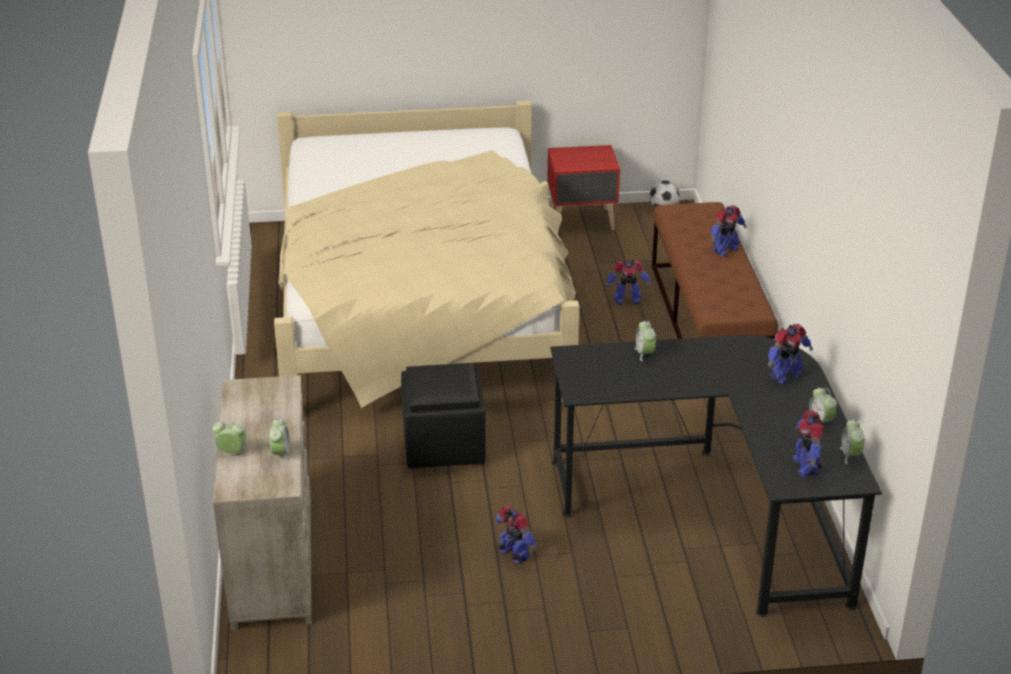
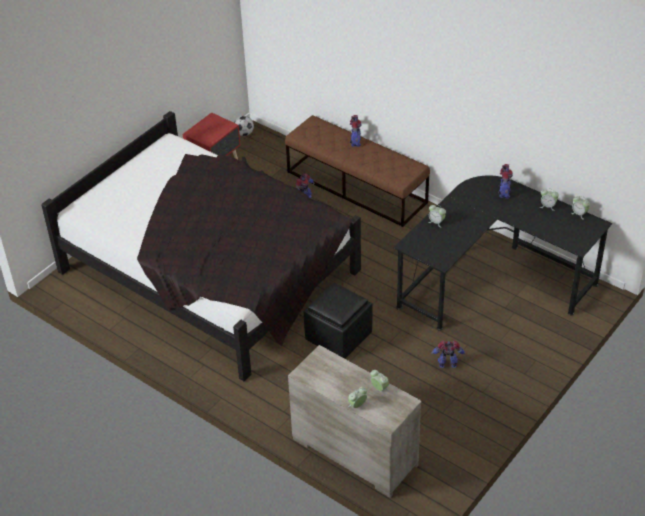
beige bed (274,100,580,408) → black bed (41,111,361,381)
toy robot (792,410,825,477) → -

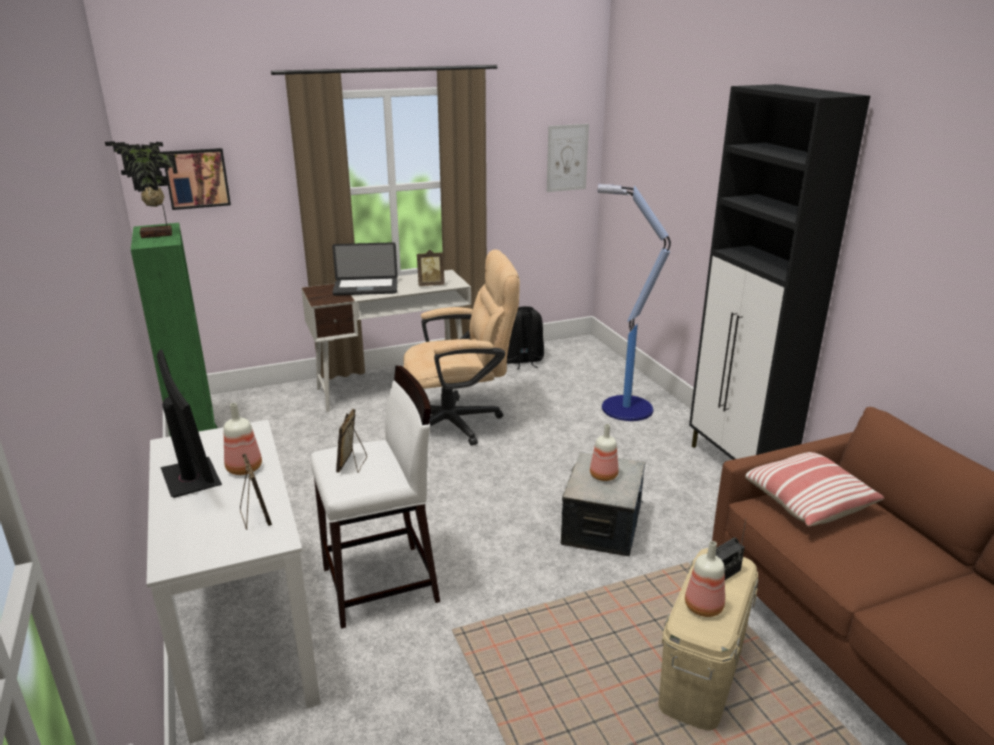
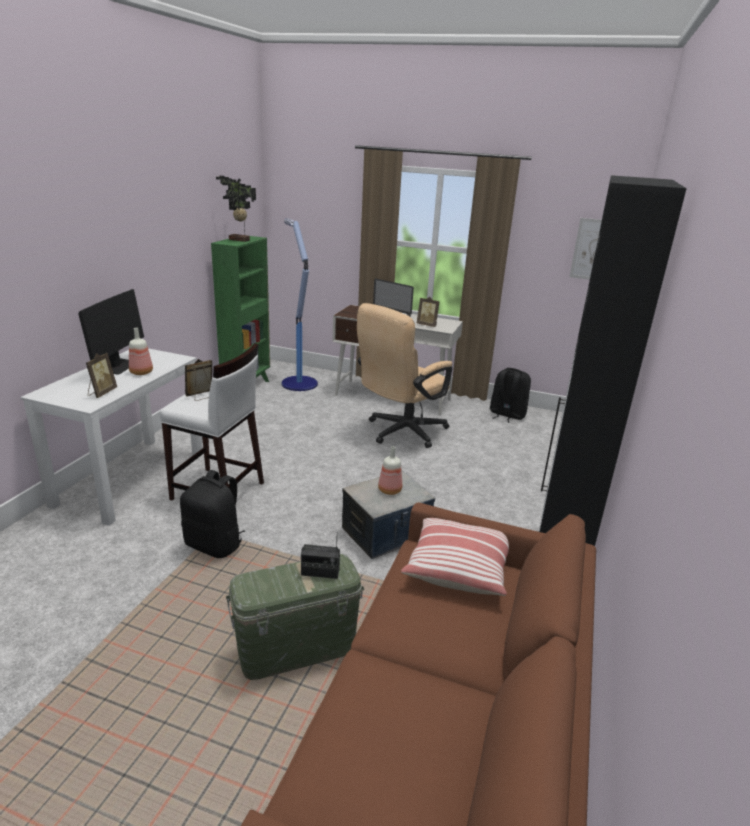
- → black backpack (180,470,245,558)
beige storage box (658,548,758,731) → green storage box (226,554,364,680)
floor lamp (598,184,671,421) → floor lamp (282,218,318,391), moved
beige office chair (403,249,520,446) → beige office chair (357,303,452,448), 105 degrees clockwise
picture (164,148,231,210) → -
bottle (685,541,725,617) → -

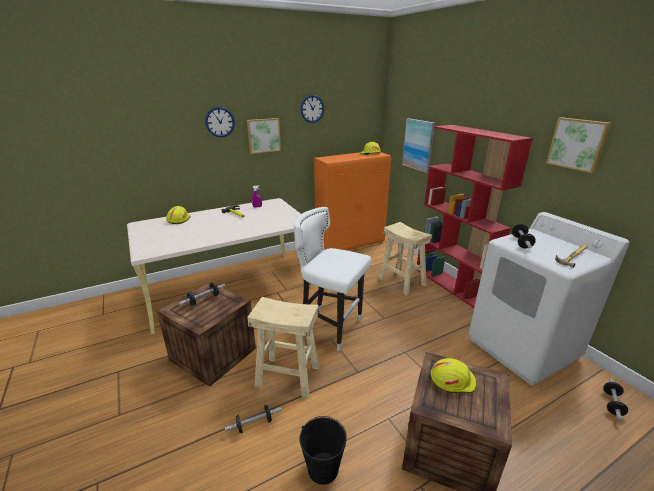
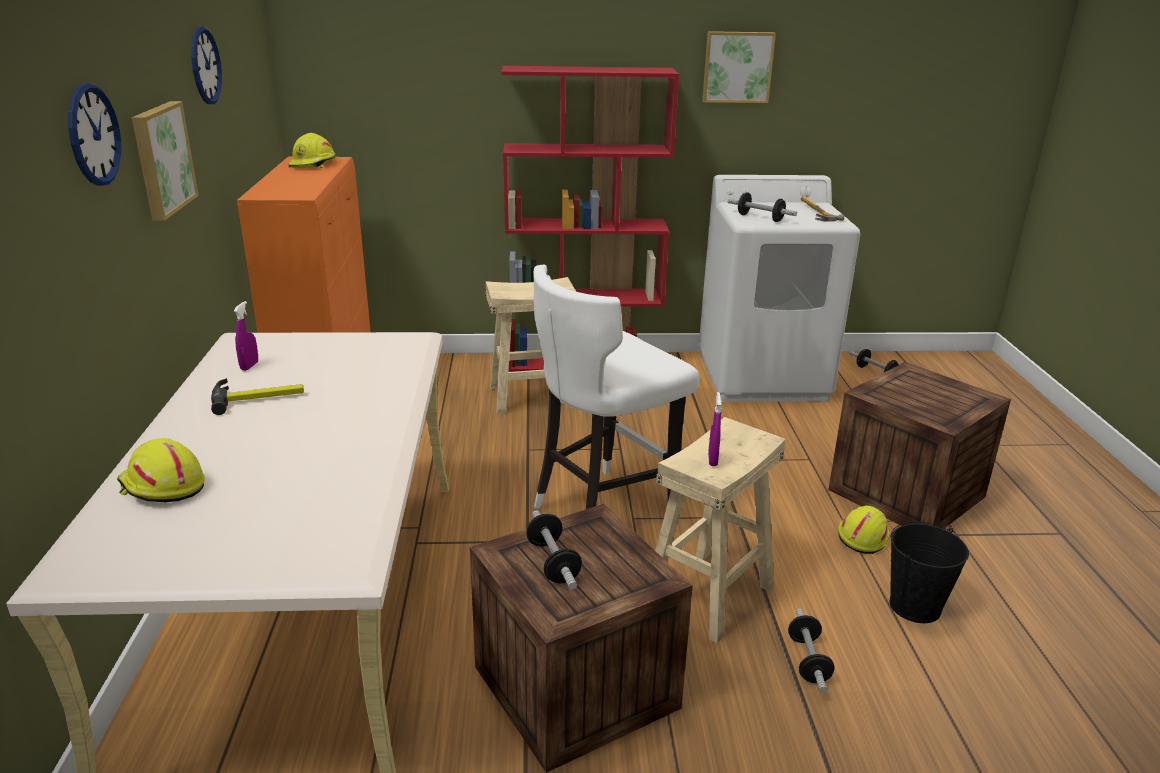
- → purple spray bottle (708,392,721,466)
yellow hard hat (431,358,477,394) → yellow hard hat (838,505,890,554), moved
picture (402,118,435,173) → -

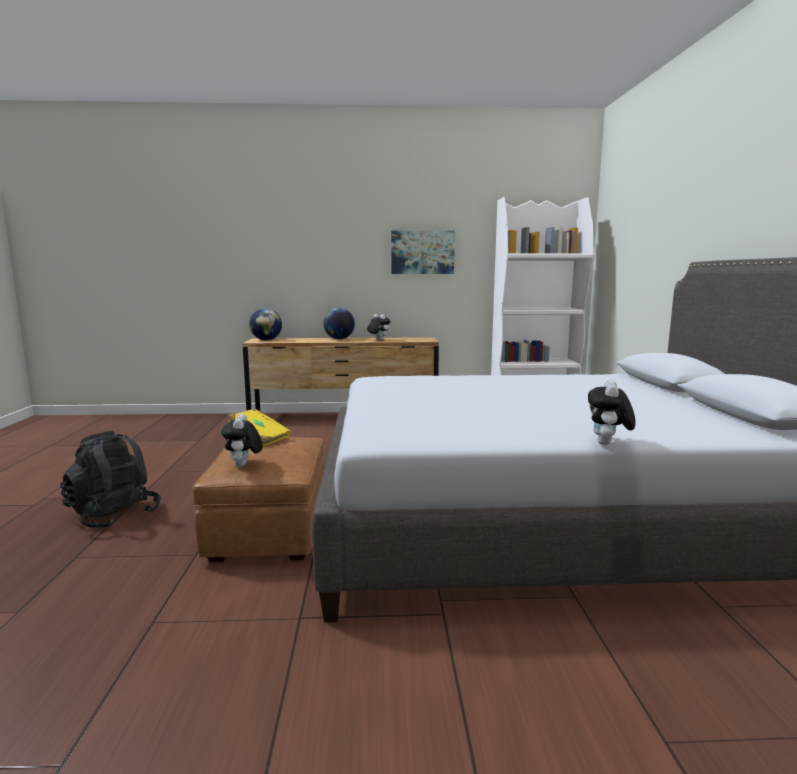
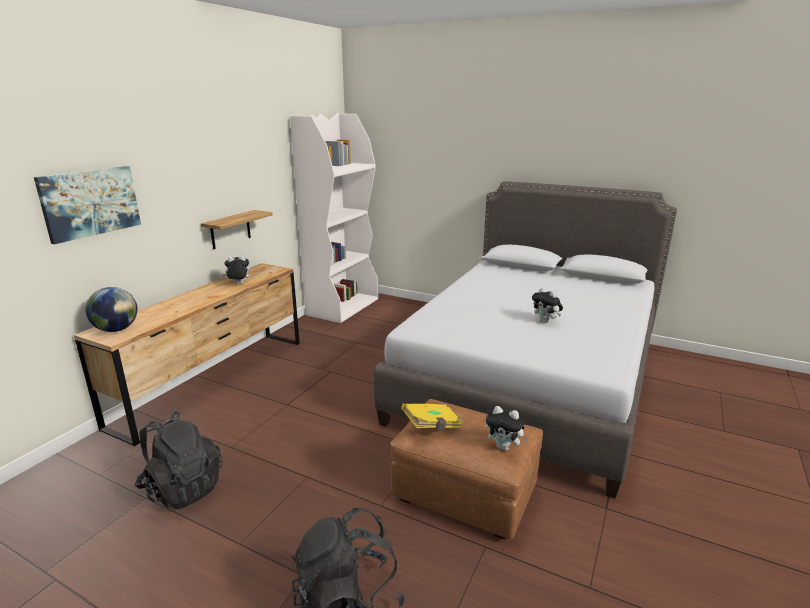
picture (391,230,455,274) → picture (34,166,141,244), moved
- → black backpack (135,411,222,509)
- → shelf (201,210,273,249)
plush toy (588,380,636,445) → plush toy (532,287,563,323), moved
globe (323,308,355,339) → -

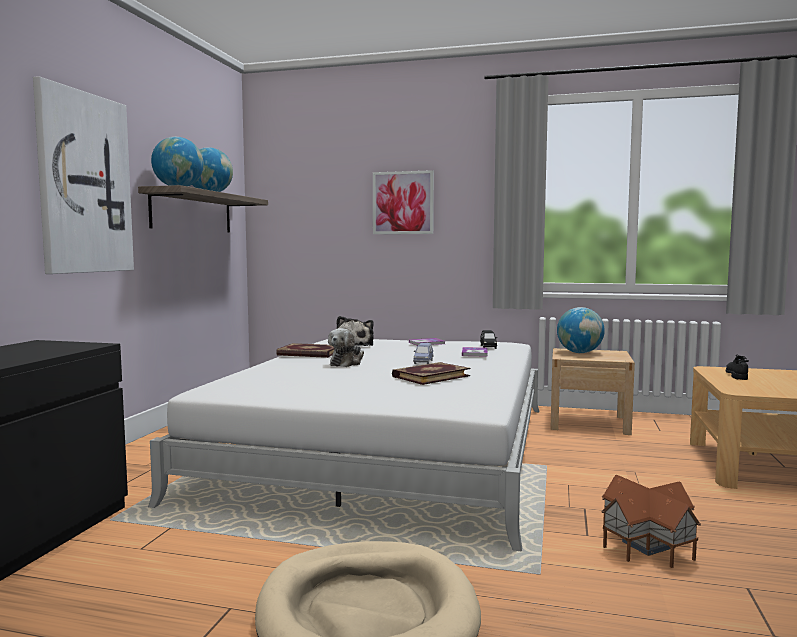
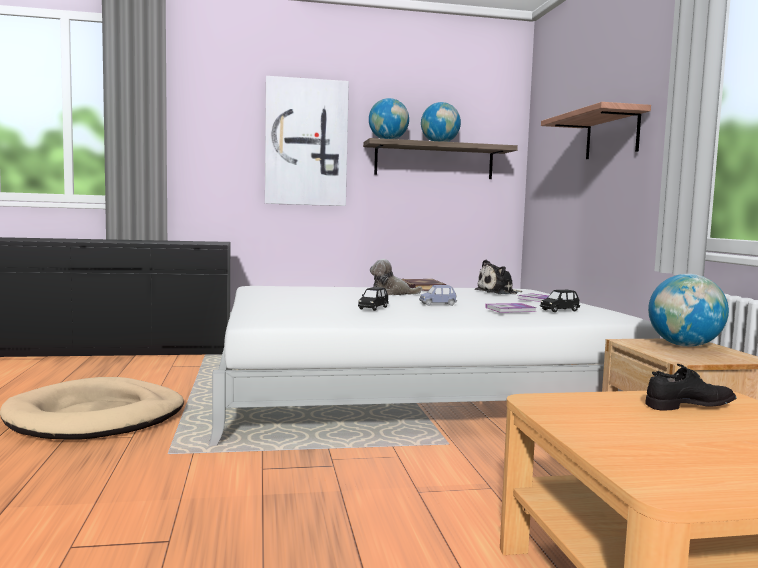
book (392,362,470,385) → black toy car (358,287,389,311)
picture (373,170,434,234) → shelf (541,102,651,159)
toy house (601,475,701,568) → -

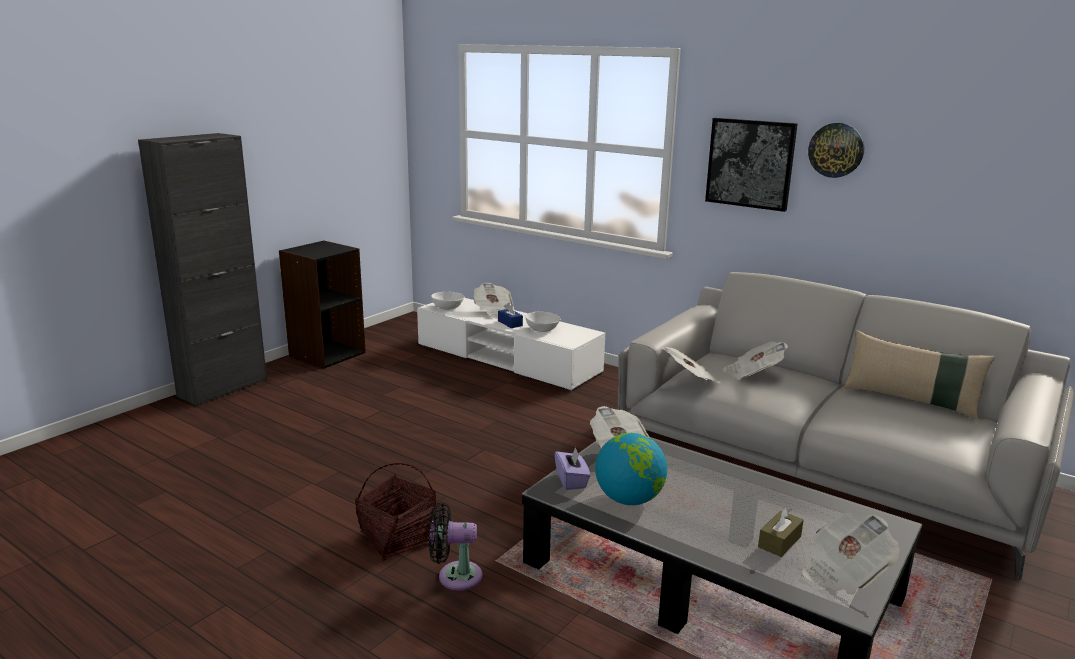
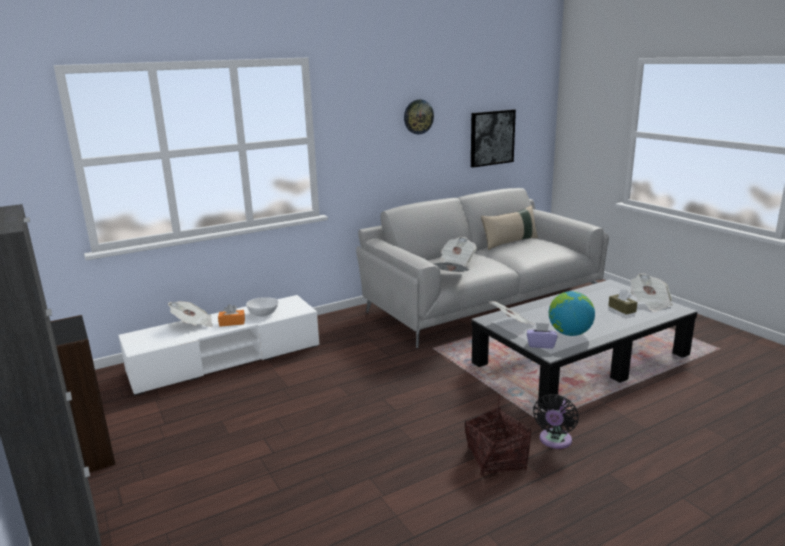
blue tissue box (498,303,523,328) → orange tissue box (218,304,245,327)
picture (705,118,798,212) → picture (471,109,516,168), moved
white bowl (431,292,464,310) → -

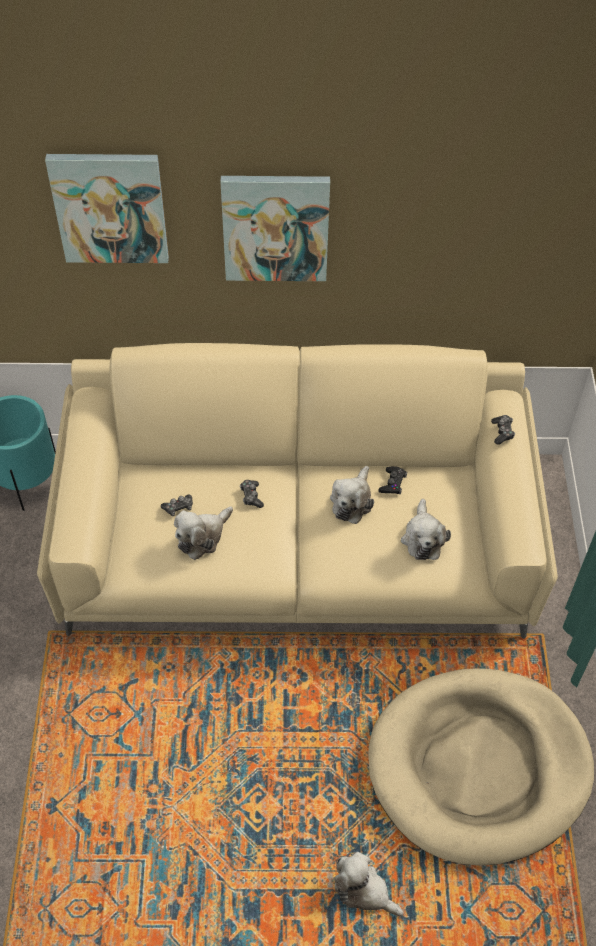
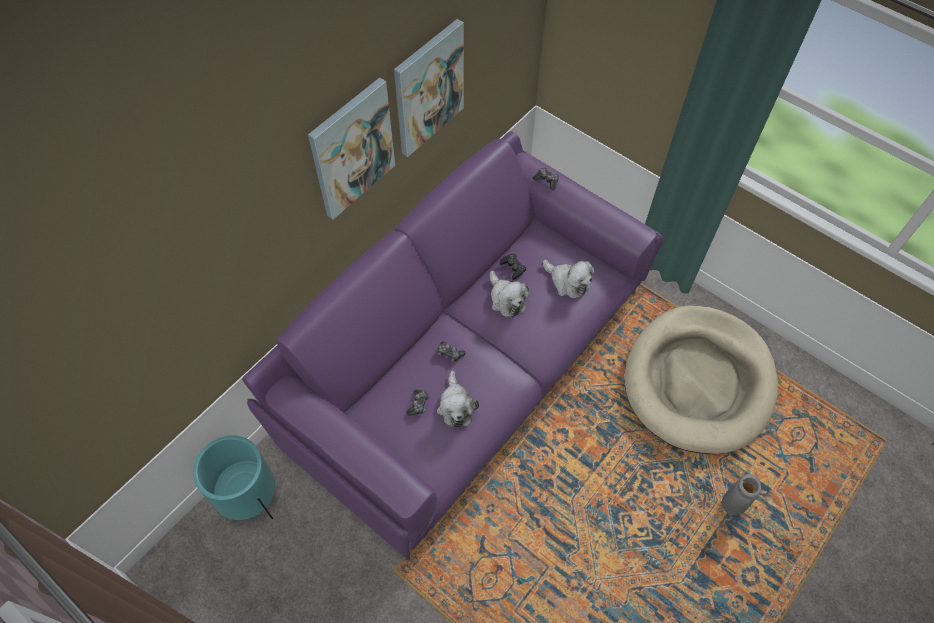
beige sofa (37,343,558,639) → purple sofa (242,131,664,560)
picture (45,154,169,263) → picture (394,19,464,157), moved
plush toy (334,852,403,916) → grey vase (722,474,761,516)

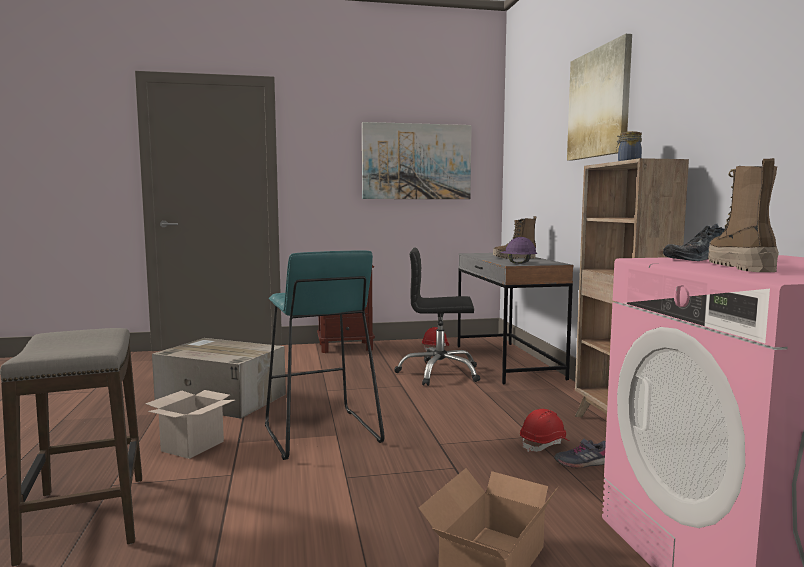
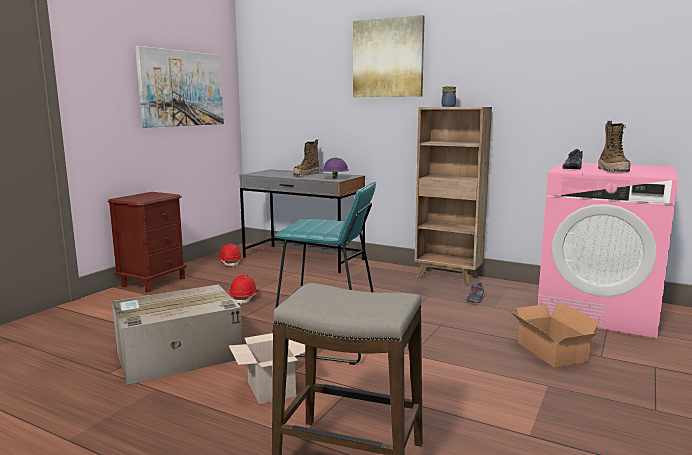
red hard hat (520,409,569,452) → red hard hat (229,275,258,305), moved
boot (708,158,779,272) → boot (598,121,631,172), 135 degrees counterclockwise
black office chair (394,248,480,386) → -

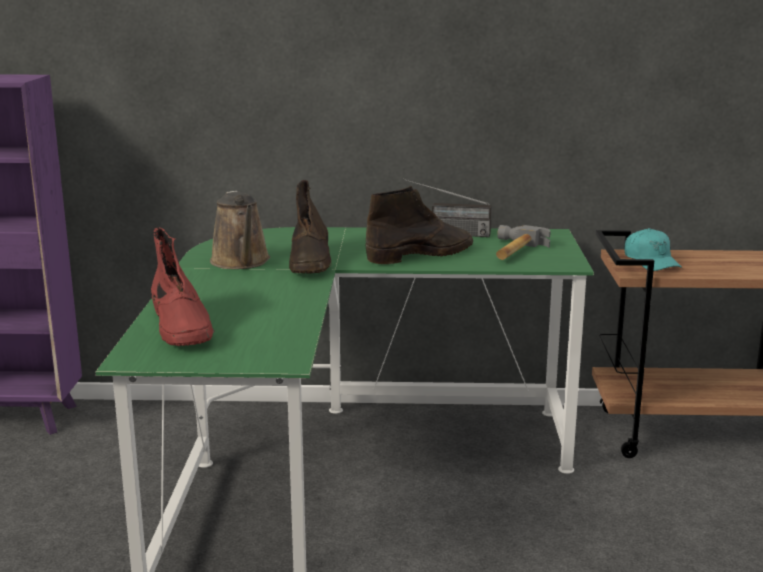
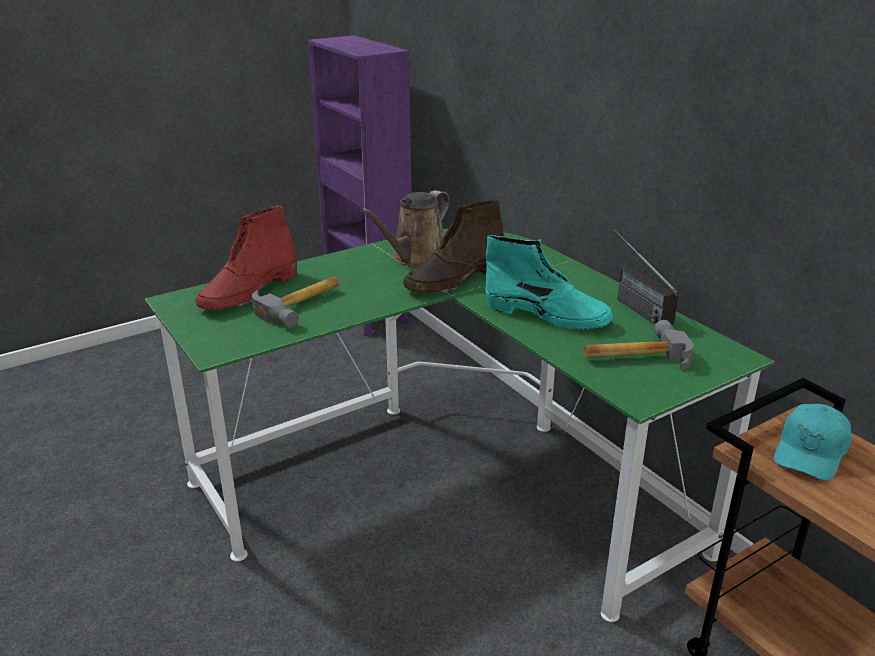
- → hammer (252,276,339,328)
brown boot (365,186,473,264) → turquoise boot (486,235,613,330)

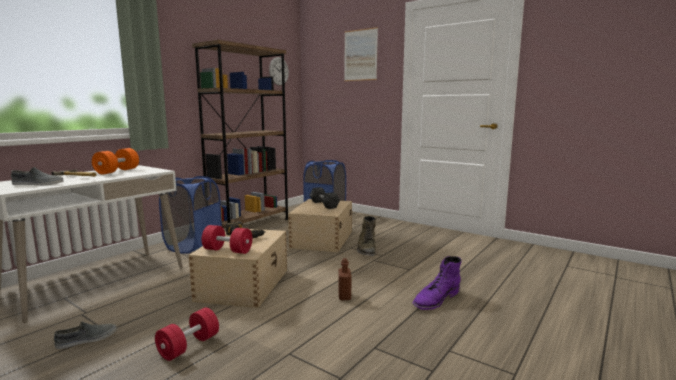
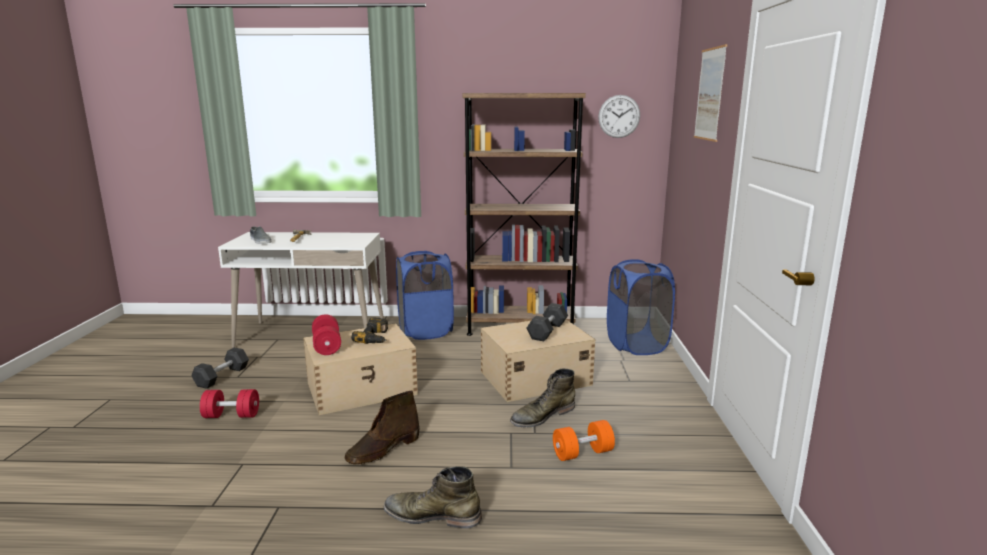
grey shoe (54,322,117,349) → grey dumbbell (191,348,249,389)
brown bottle (338,258,351,300) → brown boot (345,390,420,465)
purple boot (412,256,462,310) → green boot (384,466,482,528)
orange dumbbell (92,148,139,175) → orange dumbbell (553,420,615,461), moved

